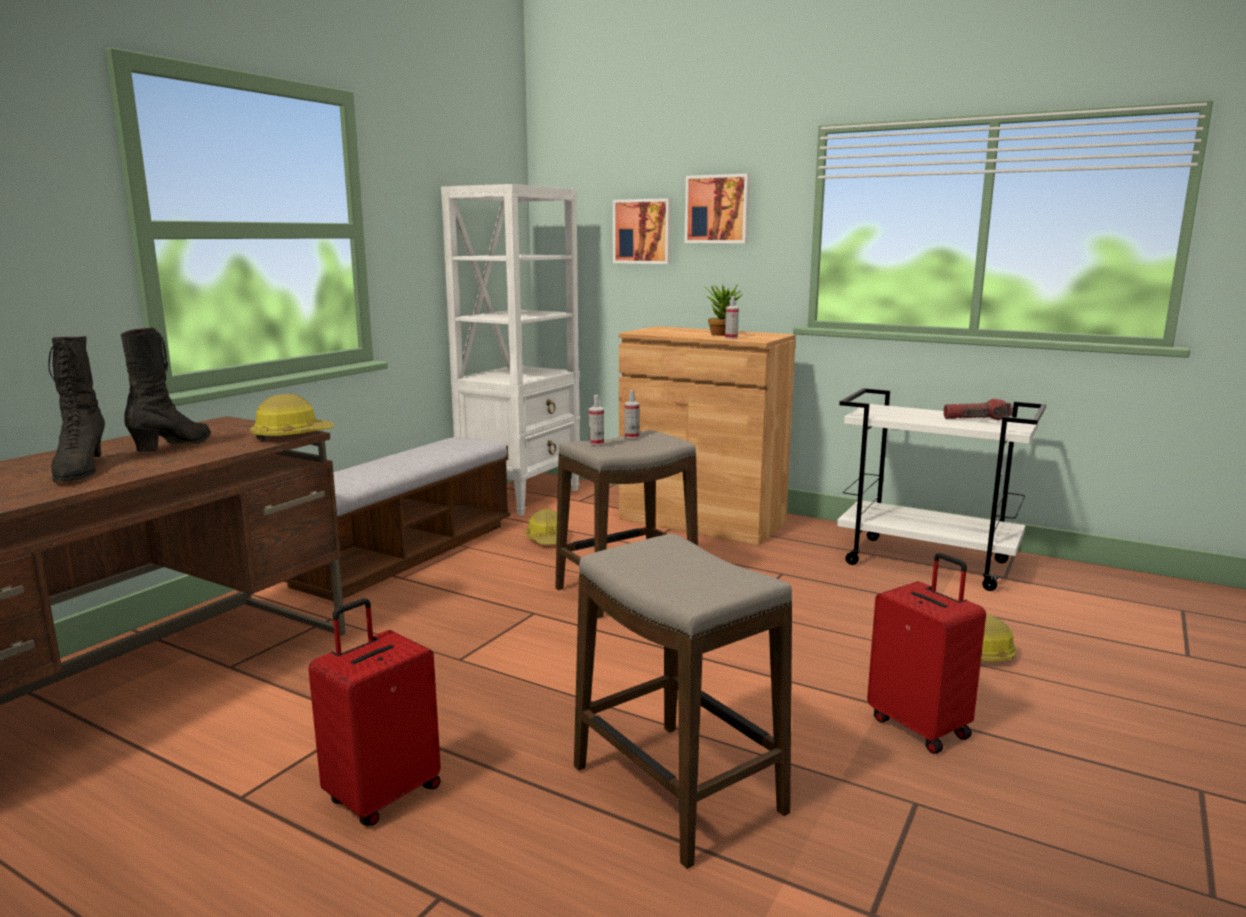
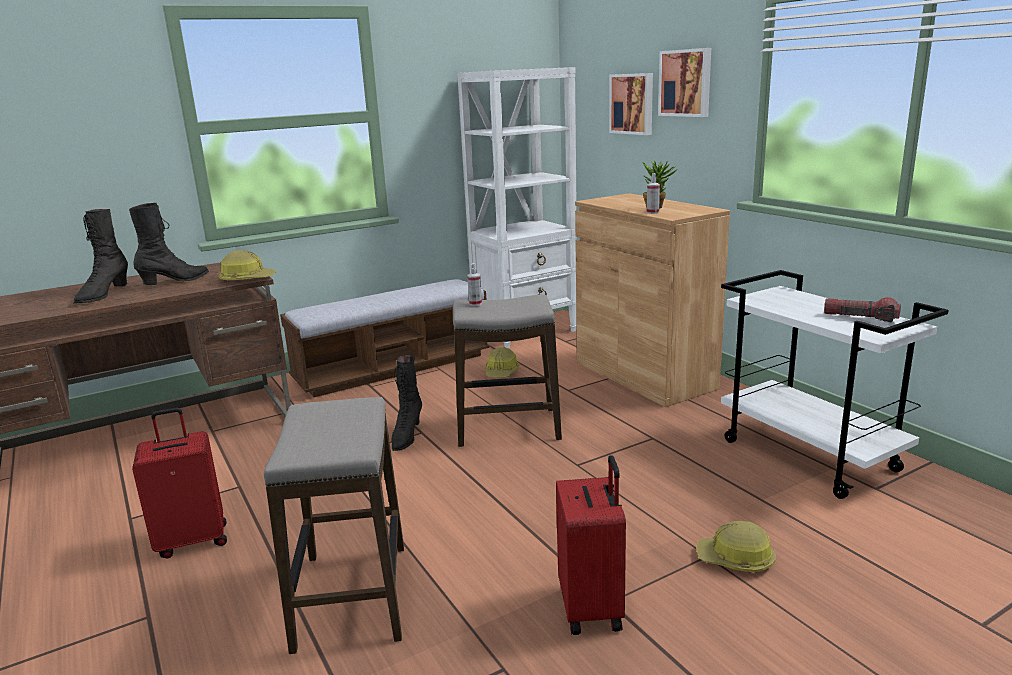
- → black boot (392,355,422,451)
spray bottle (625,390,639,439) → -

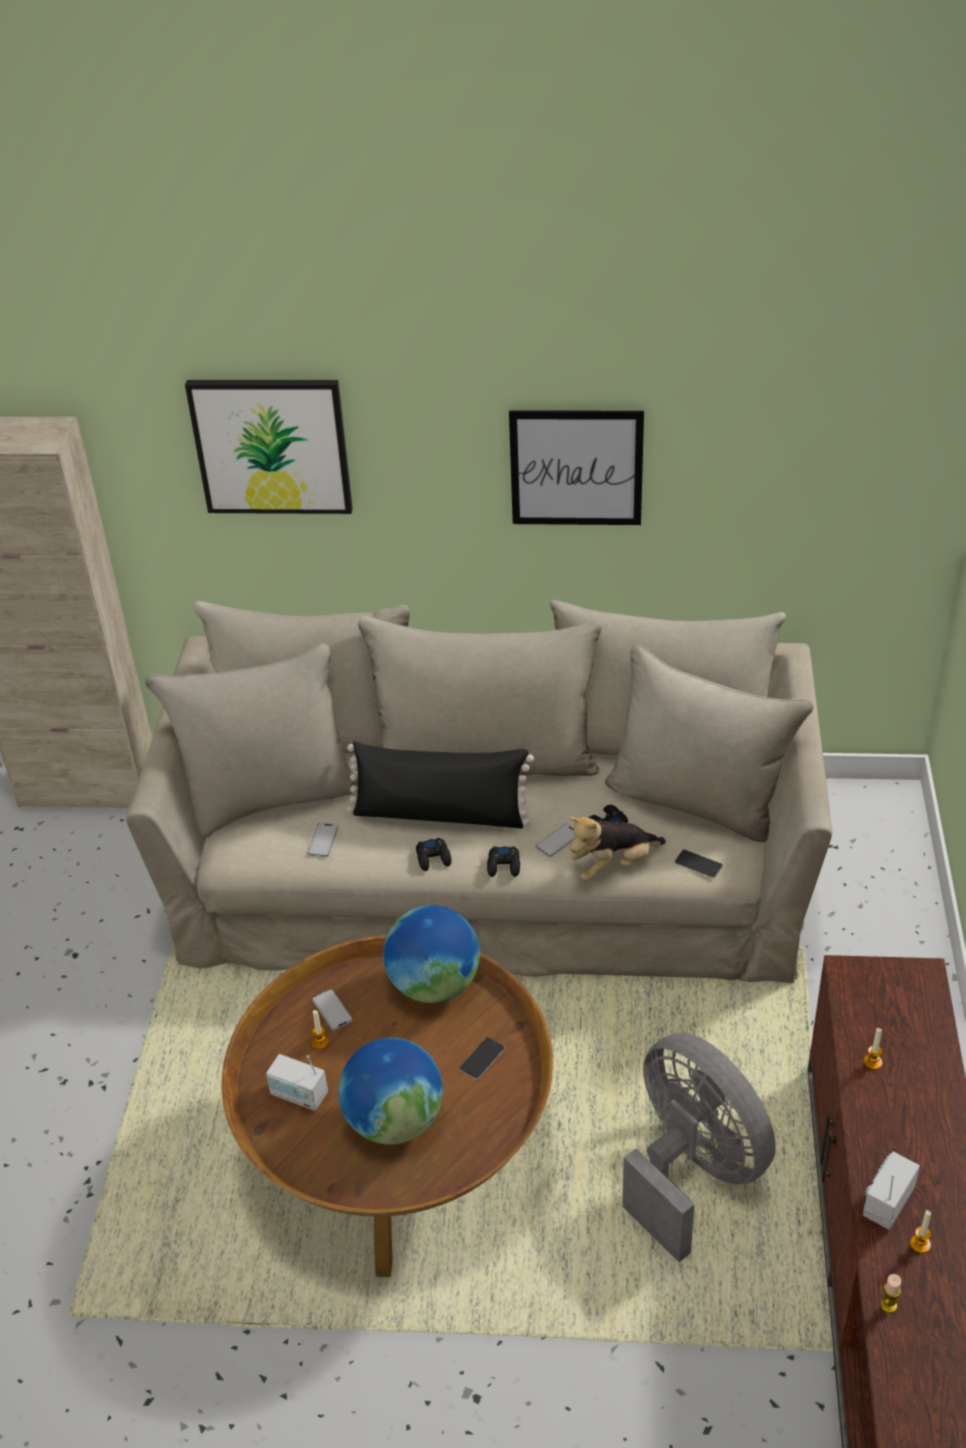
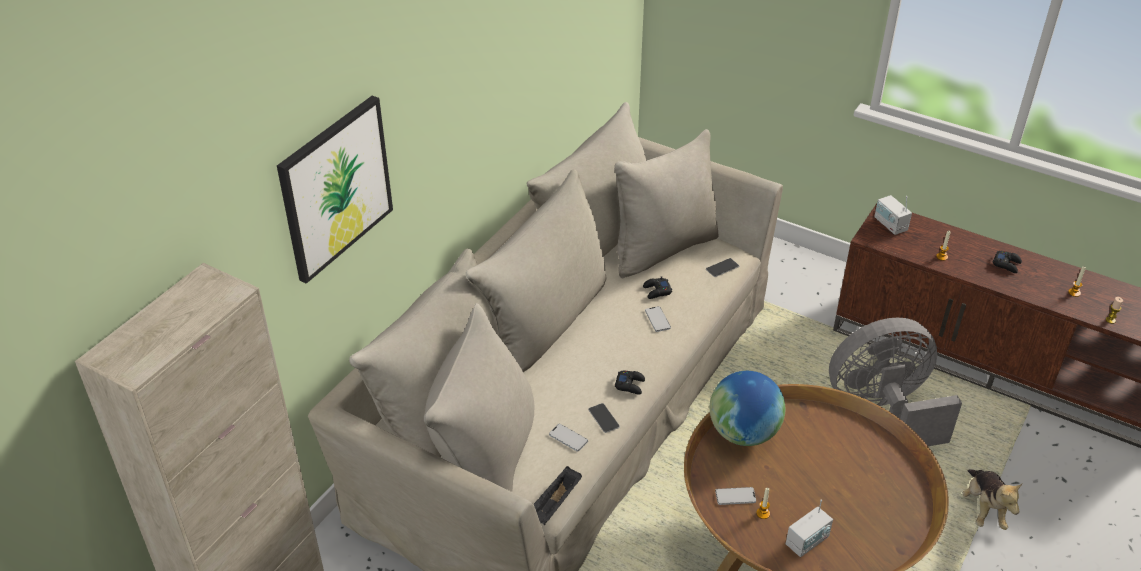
- → black tray (533,466,582,525)
phone (459,1037,505,1080) → phone (588,403,620,433), moved
radio (863,1152,920,1230) → radio (874,195,912,235), moved
plush toy (570,817,666,881) → plush toy (963,469,1022,530), moved
black game controller (487,846,520,877) → black game controller (992,251,1022,273), moved
globe (338,1038,443,1145) → -
black pillow (347,741,534,828) → -
picture (509,410,644,525) → -

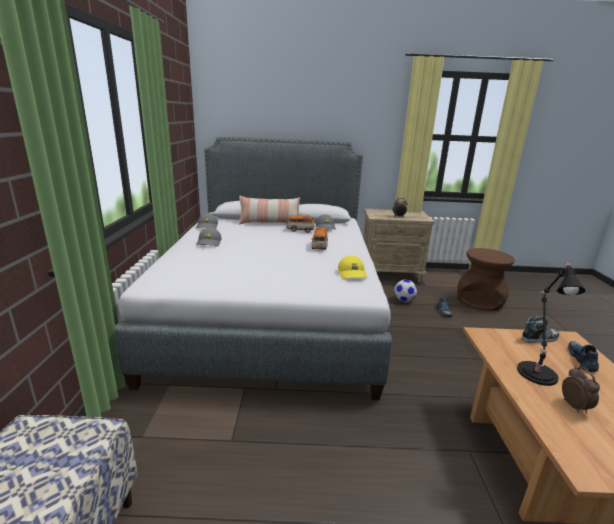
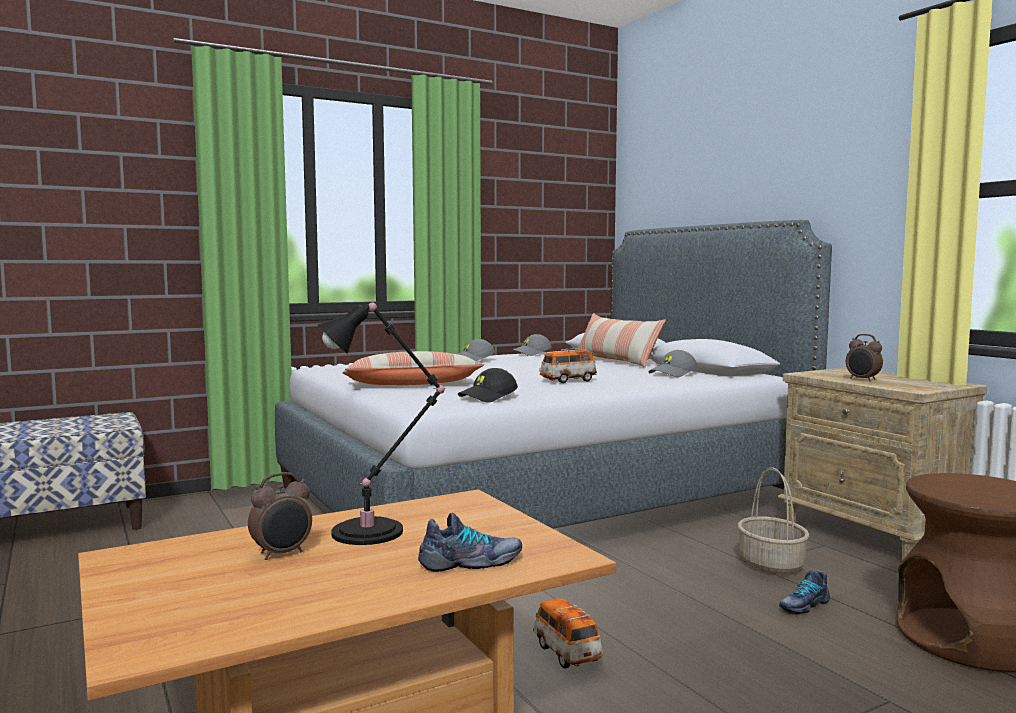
- → pillow (342,351,484,385)
yellow cap (338,255,367,279) → black cap (458,368,518,403)
toy car (286,214,315,233) → toy car (533,598,603,668), moved
football (394,280,417,302) → basket (738,468,809,574)
shoe (521,315,559,343) → -

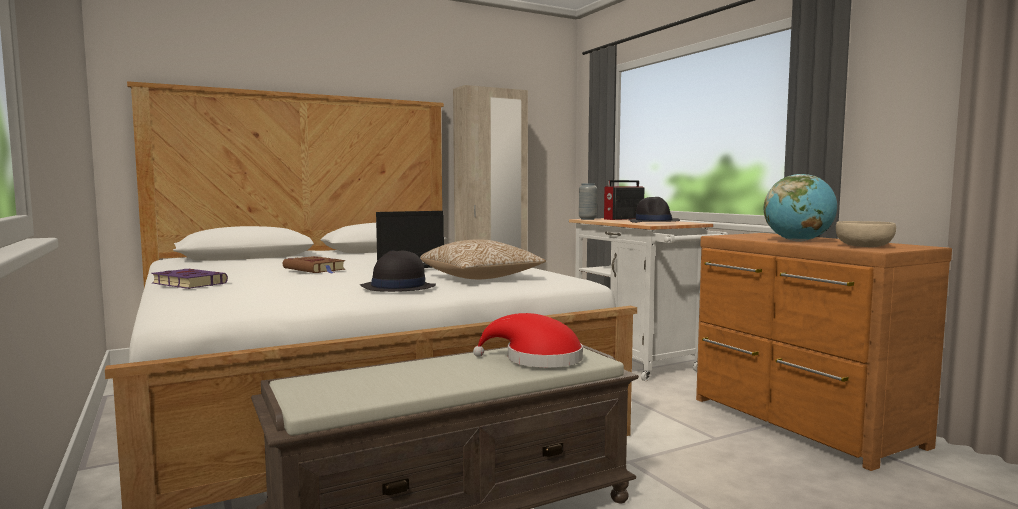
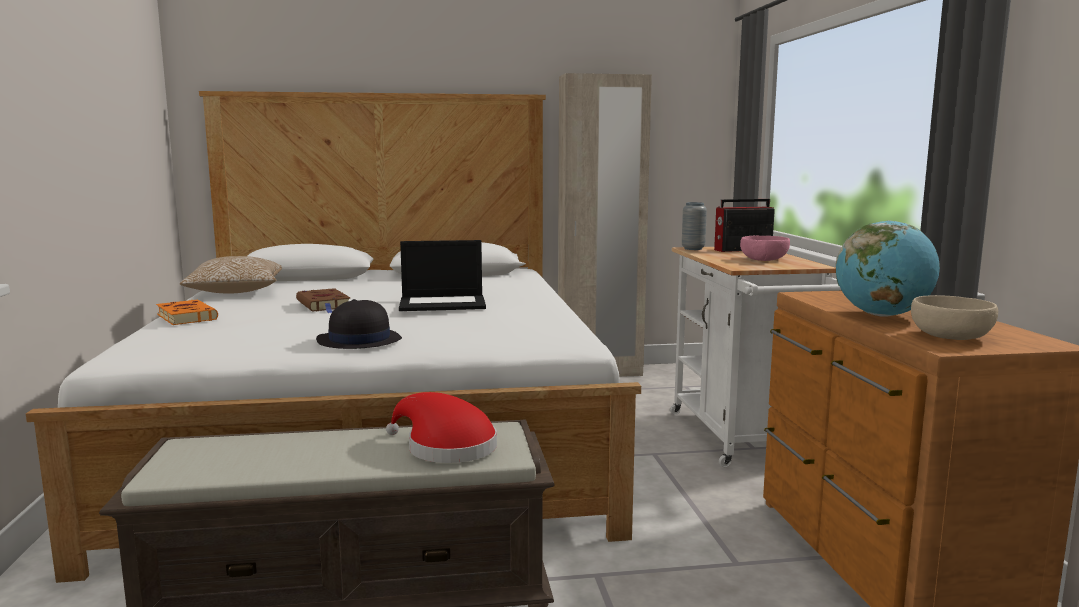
purple book (151,269,228,289) → orange book (156,300,218,325)
pillow (420,239,546,279) → pillow (180,256,282,293), moved
black hat (629,197,680,223) → pink bowl (740,236,790,261)

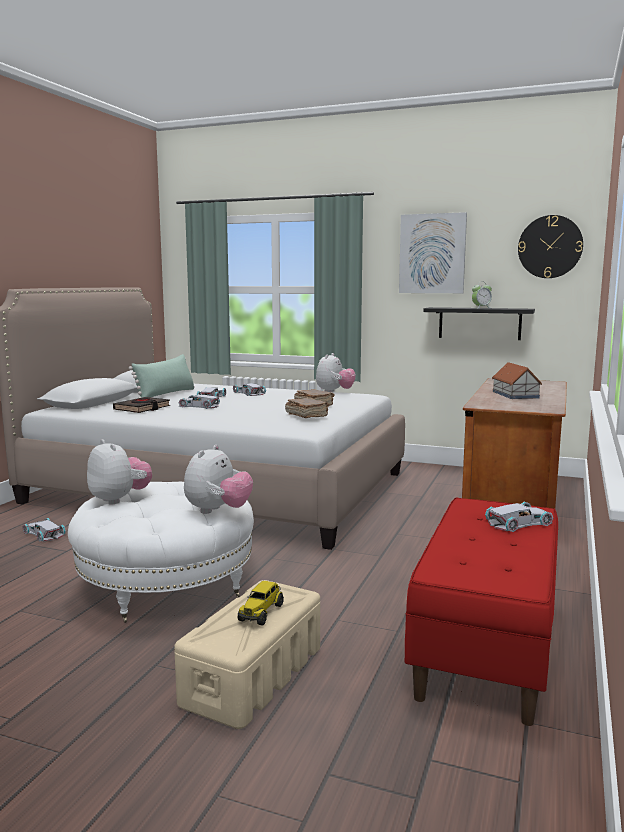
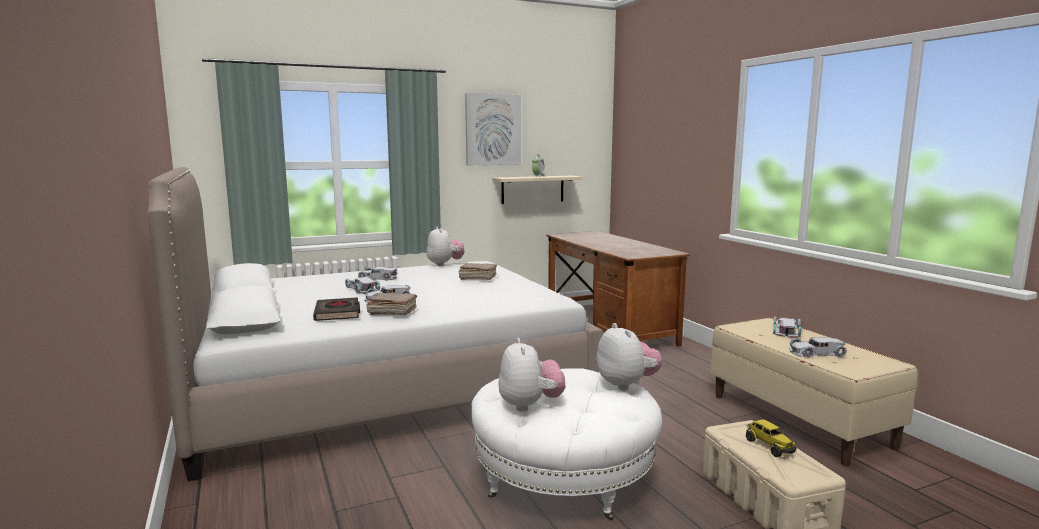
brown book (285,398,330,418) → brown book (366,293,417,315), moved
black shelf (424,307,535,340) → beige shelf (492,176,583,204)
plush toy (87,439,152,505) → plush toy (498,338,566,412), 75 degrees clockwise
red bench (405,498,558,726) → beige bench (711,318,918,466)
white toy car (23,518,66,542) → white toy car (789,337,847,358), moved
green pillow (129,354,195,398) → -
toy house (492,362,542,399) → -
wall clock (518,215,583,278) → -

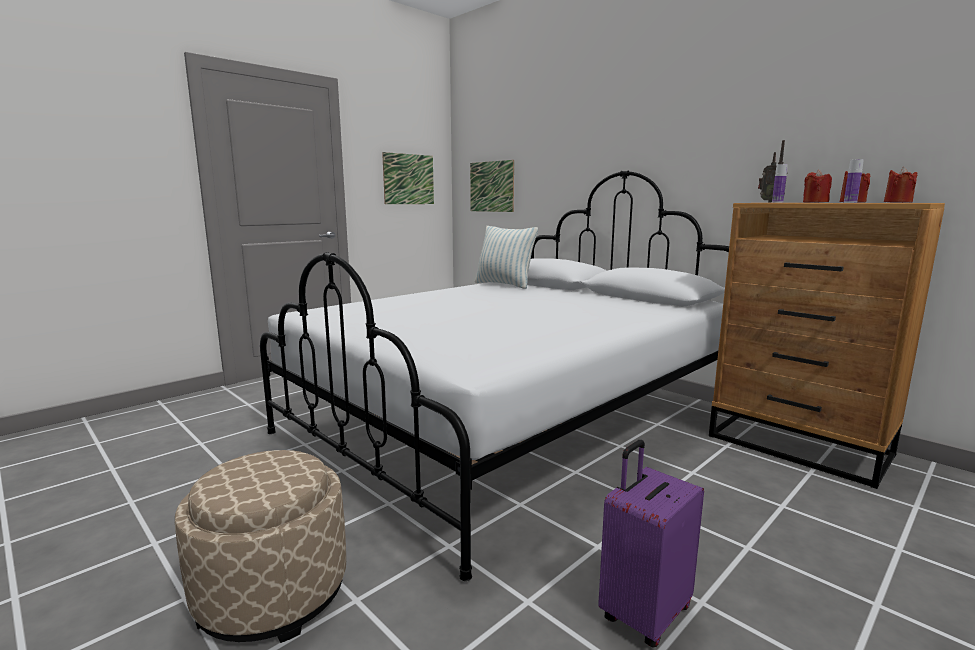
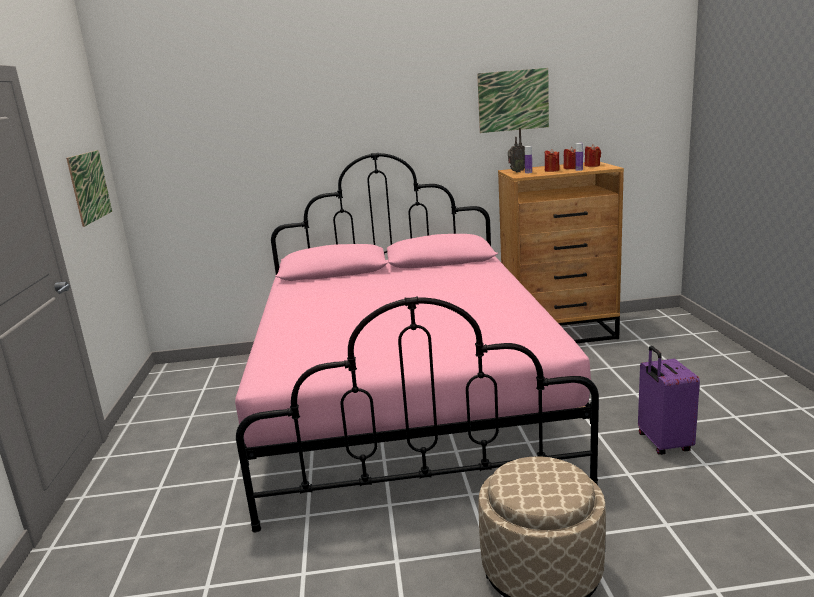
white bed (260,171,729,581) → pink bed (235,153,599,532)
picture (470,160,514,212) → picture (477,68,549,133), moved
pillow (475,226,538,289) → -

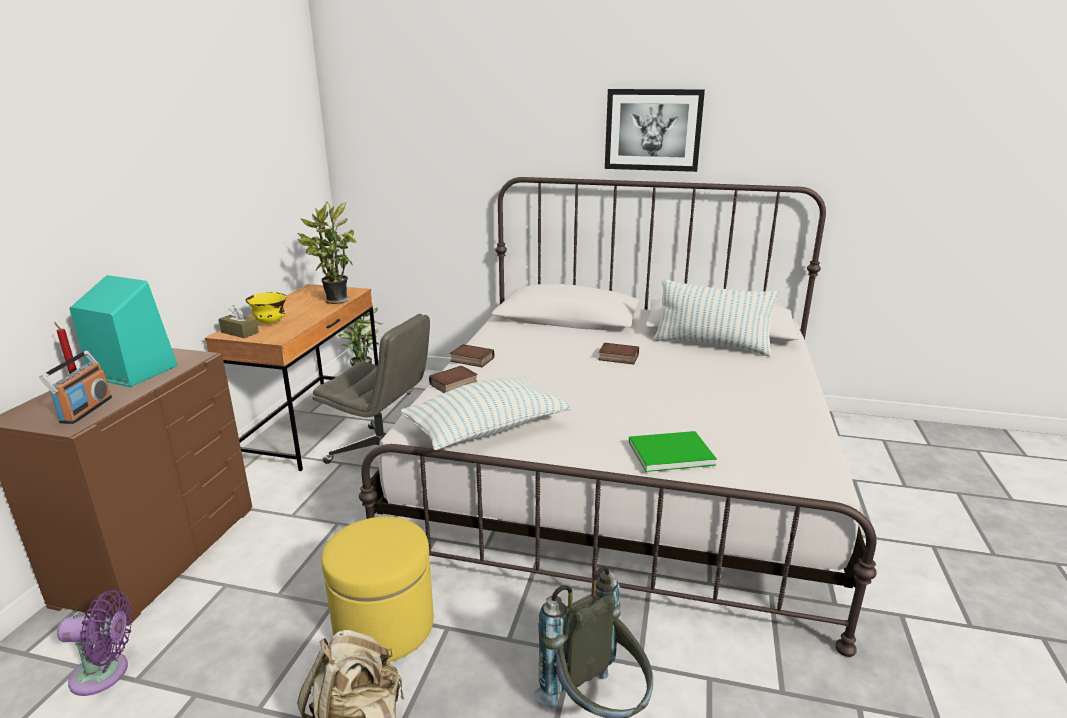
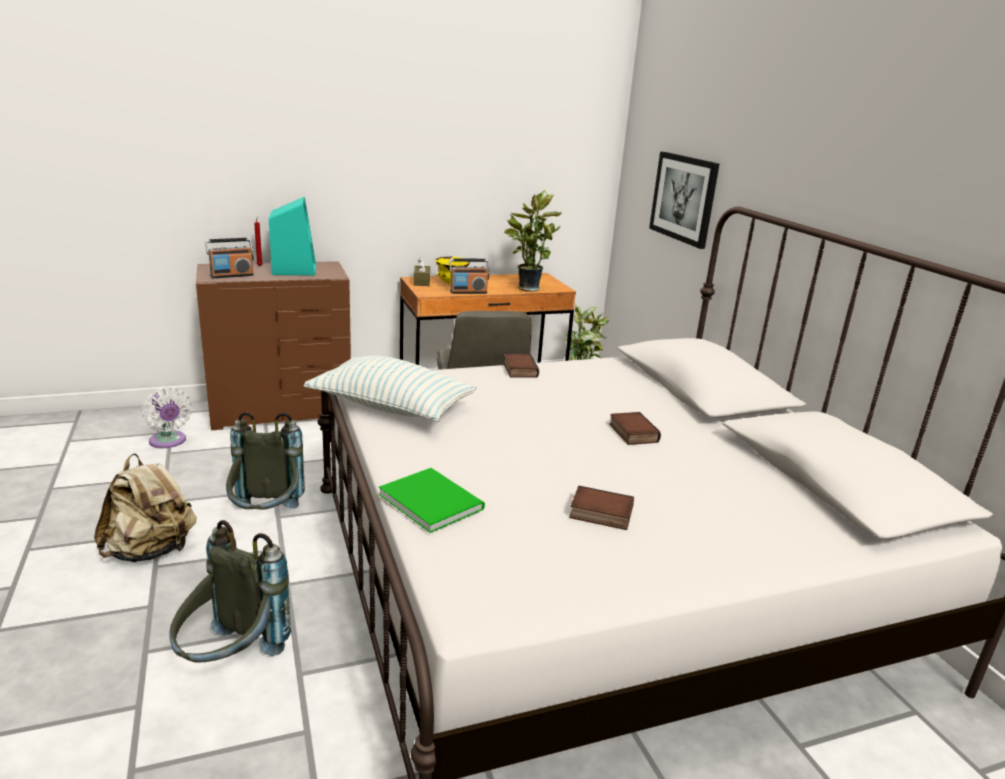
purple fan (57,590,133,696) → white fan (142,387,193,448)
yellow ottoman (322,517,434,662) → grey backpack (226,412,305,509)
- → radio (449,258,489,294)
book (429,366,478,393) → book (569,486,634,530), moved
picture (605,89,705,172) → picture (649,152,719,249), moved
pillow (653,279,780,356) → -

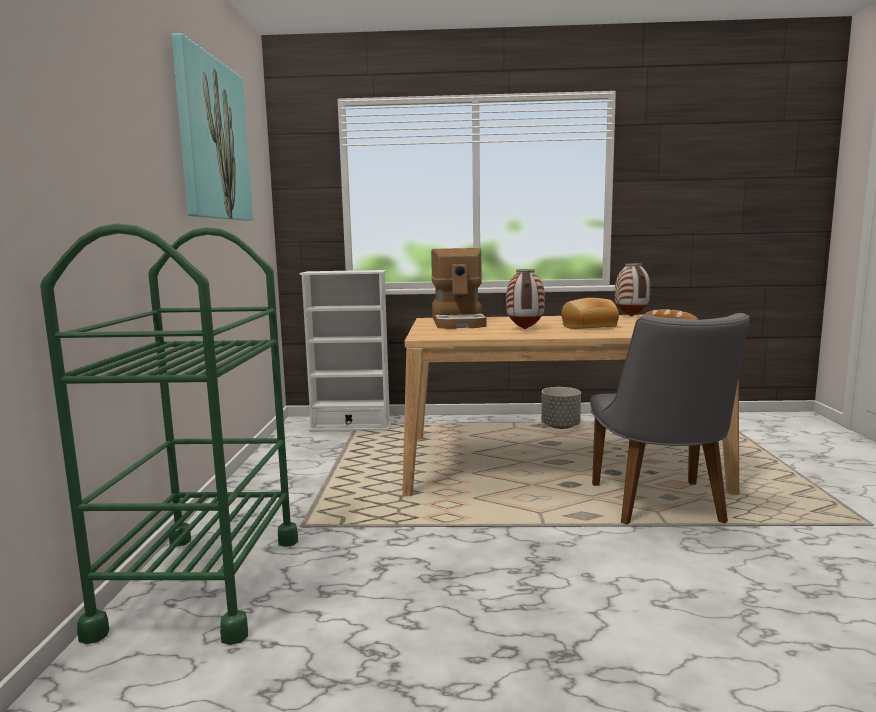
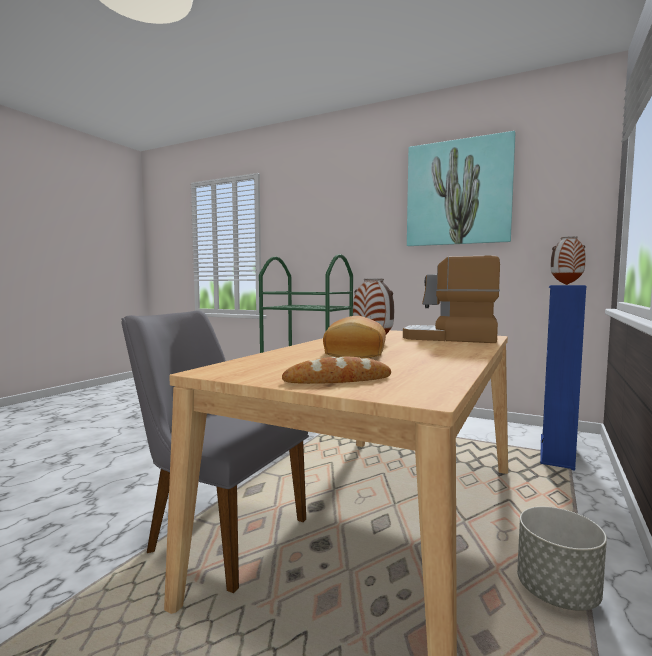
white bookcase (300,270,391,432) → blue bookcase (540,285,586,471)
vase (615,263,650,317) → vase (551,236,586,285), moved

